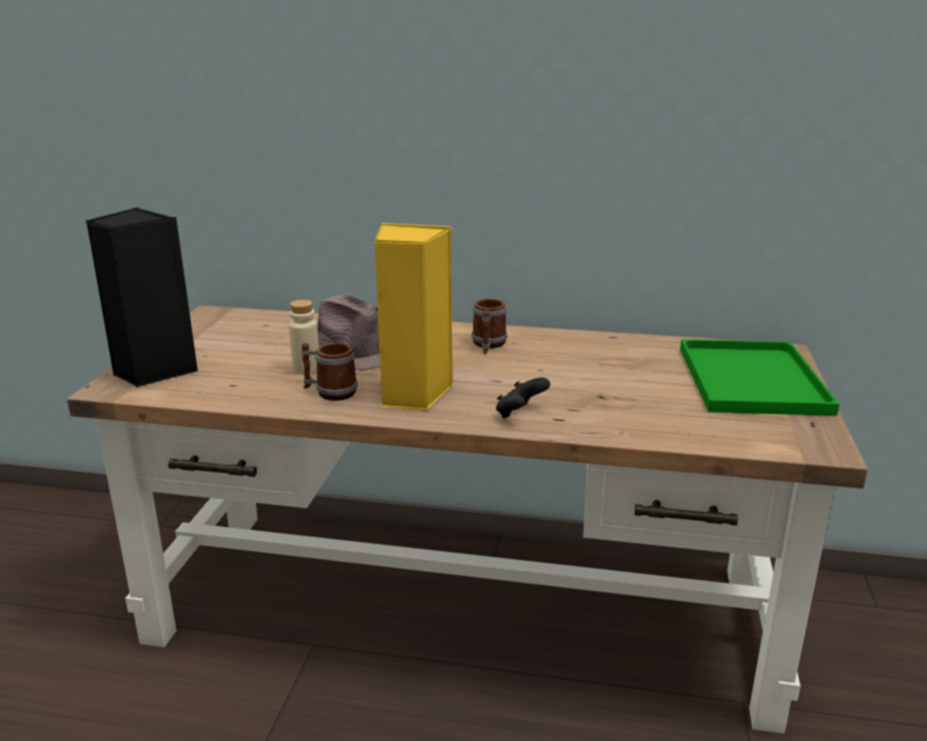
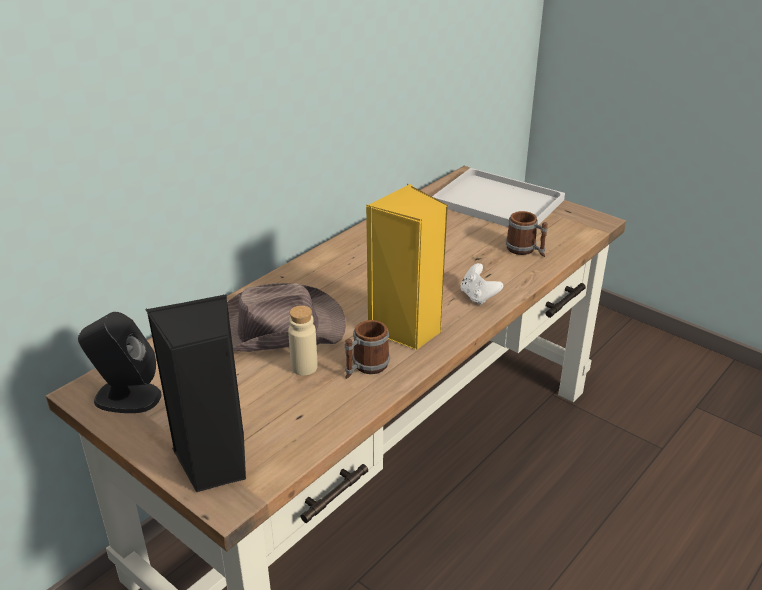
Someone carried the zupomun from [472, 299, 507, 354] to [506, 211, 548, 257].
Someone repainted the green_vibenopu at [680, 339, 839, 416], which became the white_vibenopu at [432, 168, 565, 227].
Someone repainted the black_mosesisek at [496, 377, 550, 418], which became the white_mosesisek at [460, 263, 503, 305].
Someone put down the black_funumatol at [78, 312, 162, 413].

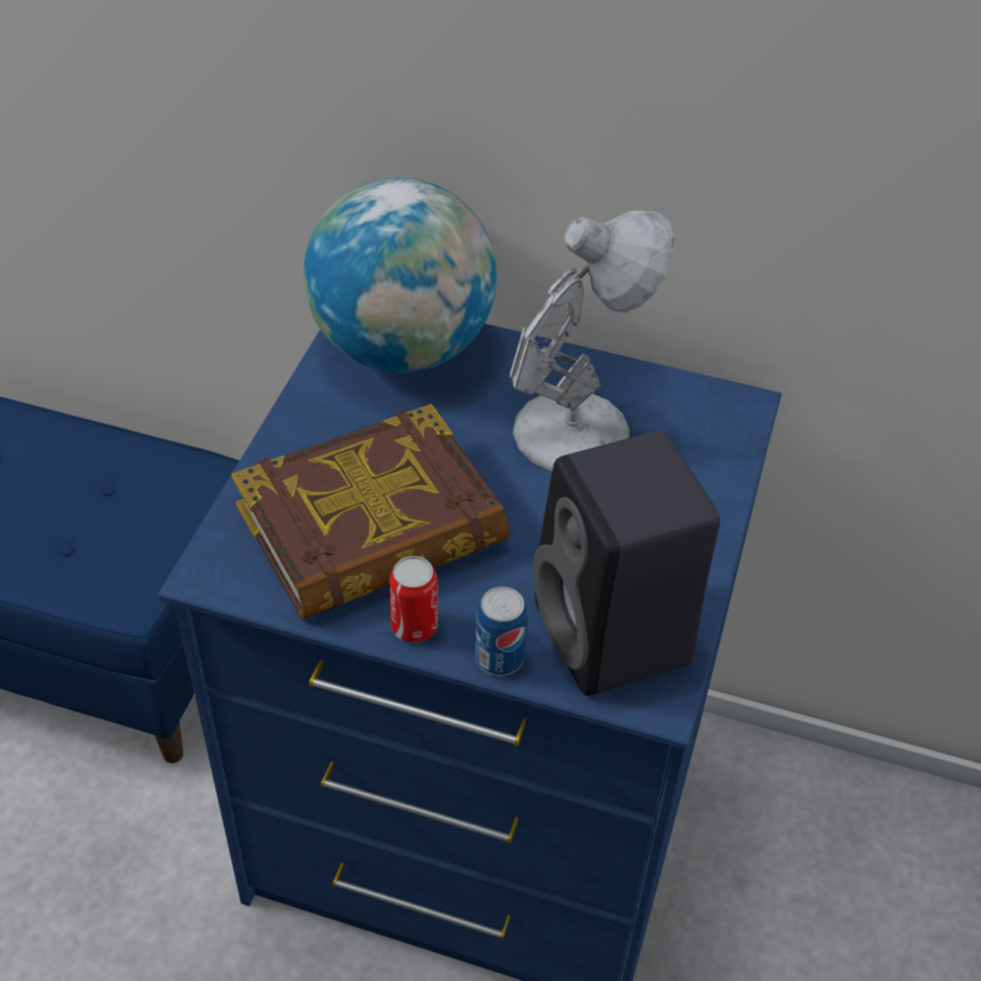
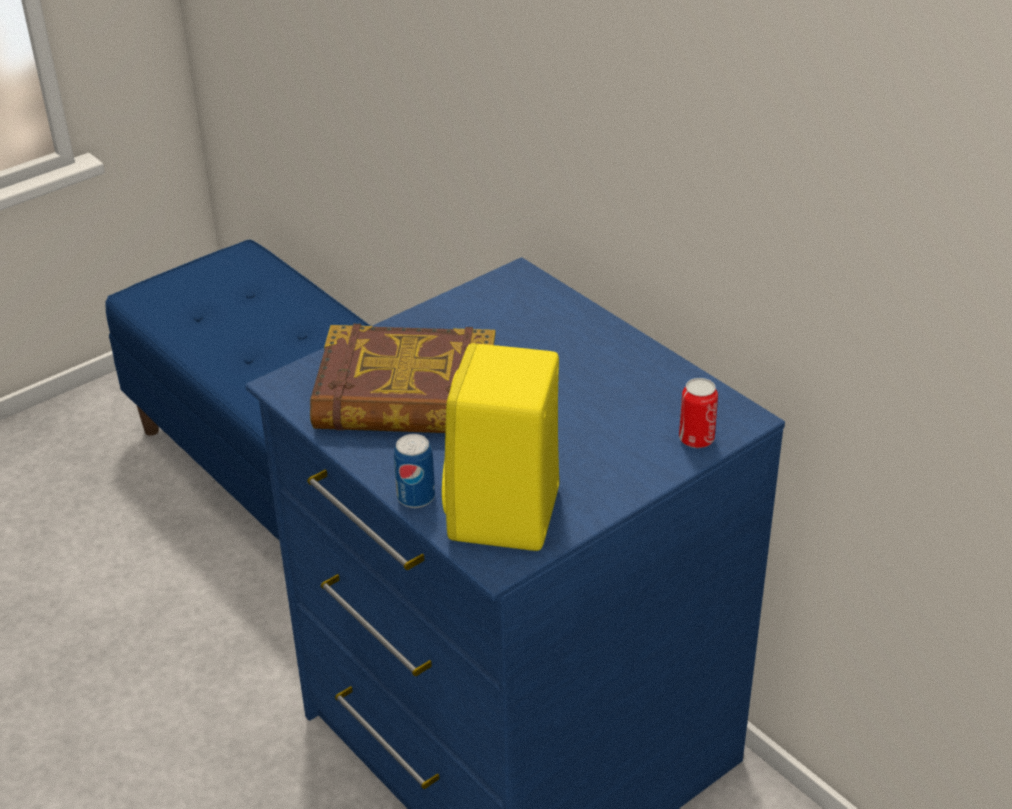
Someone took away the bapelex at [303, 177, 497, 373].
Someone took away the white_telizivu at [509, 211, 674, 471].
Someone repainted the black_funumatol at [533, 431, 720, 696], which became the yellow_funumatol at [442, 343, 559, 551].
Someone carried the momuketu from [389, 556, 438, 643] to [679, 378, 718, 448].

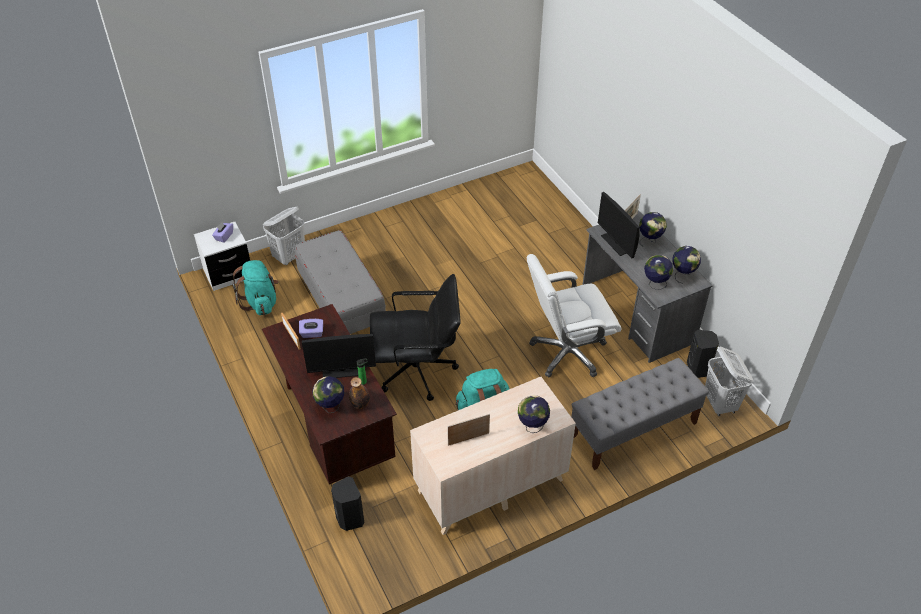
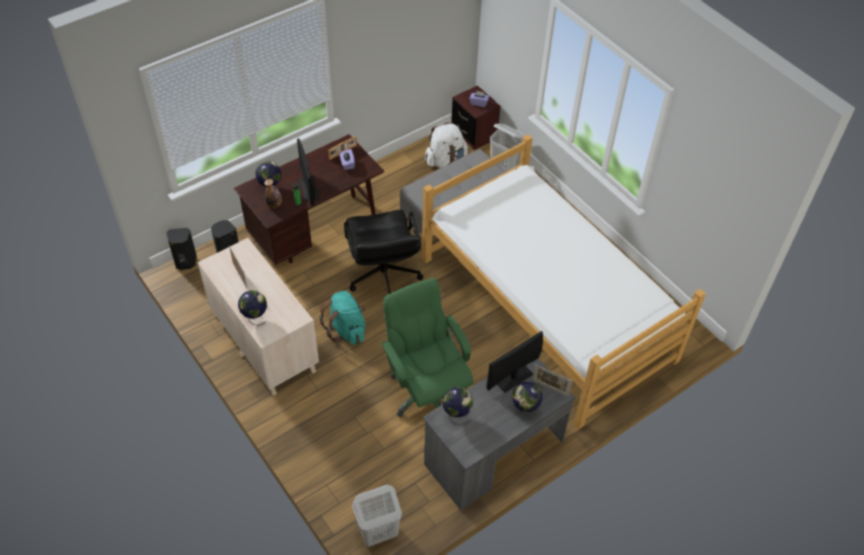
Someone repainted the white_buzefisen at [194, 222, 250, 291], which became the brown_buzefisen at [451, 85, 500, 150].
Someone took away the bapelex at [673, 246, 701, 284].
Someone repainted the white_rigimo at [527, 254, 622, 377], which became the green_rigimo at [381, 278, 473, 417].
Someone repainted the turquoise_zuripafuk at [232, 260, 278, 315], which became the white_zuripafuk at [425, 122, 468, 168].
Someone carried the black_funumatol from [687, 330, 719, 378] to [166, 228, 197, 270].
Someone took away the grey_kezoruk at [571, 358, 709, 470].
Someone put down the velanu at [422, 134, 706, 429].

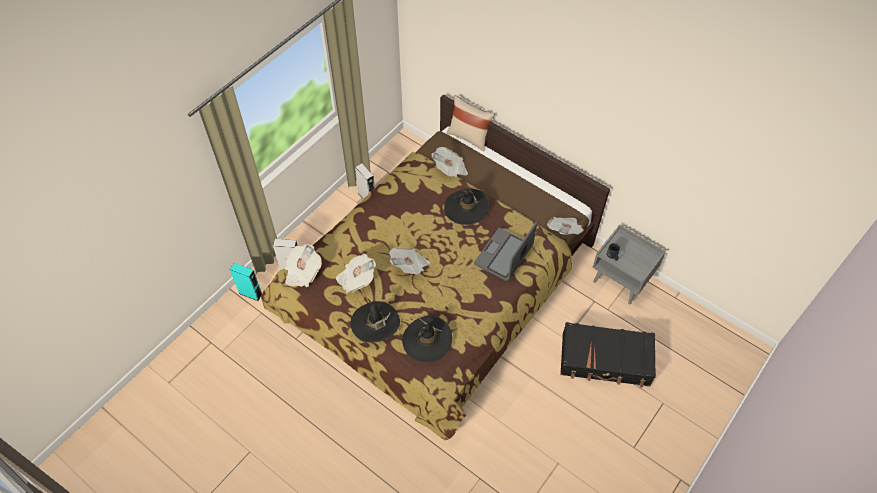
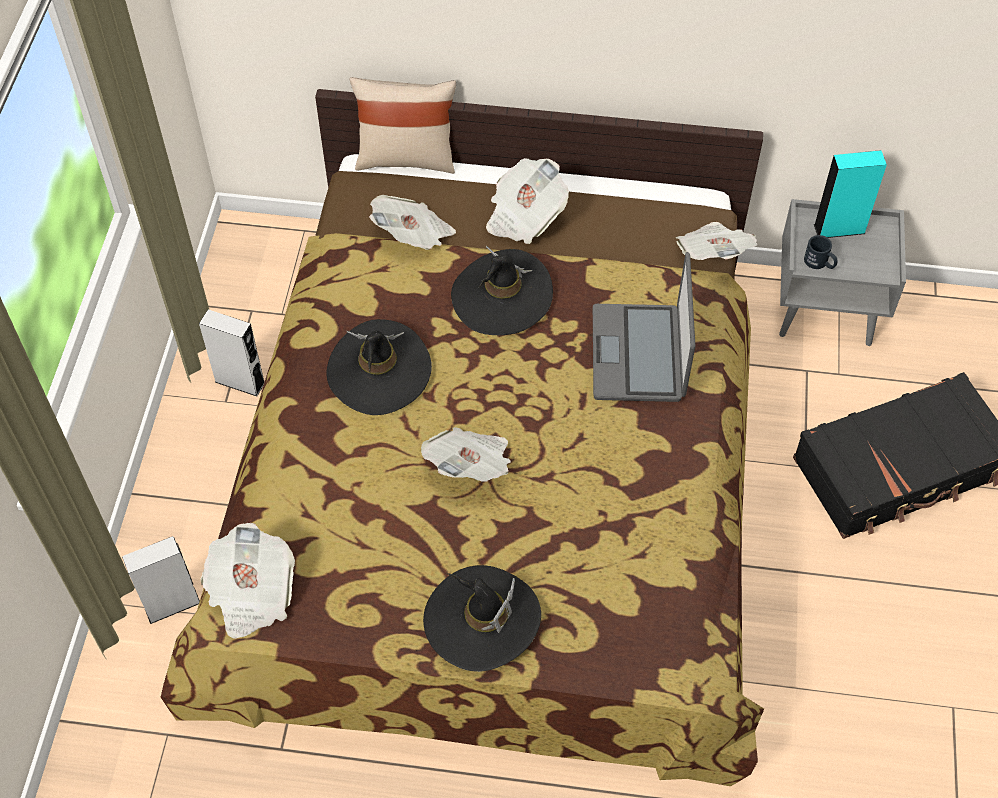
Someone carried the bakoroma from [336, 254, 376, 294] to [486, 158, 569, 244].
Someone carried the turquoise_funumatol from [230, 263, 262, 301] to [814, 150, 887, 238].
Someone carried the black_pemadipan from [402, 316, 452, 363] to [326, 319, 432, 415].

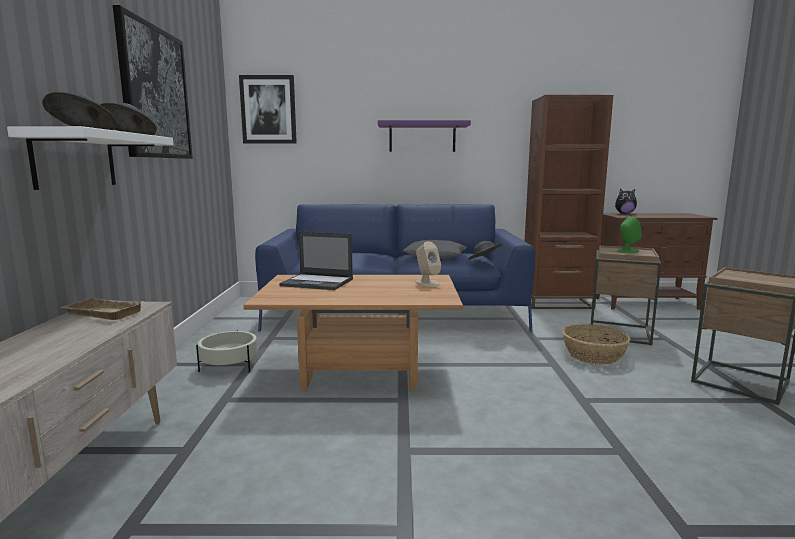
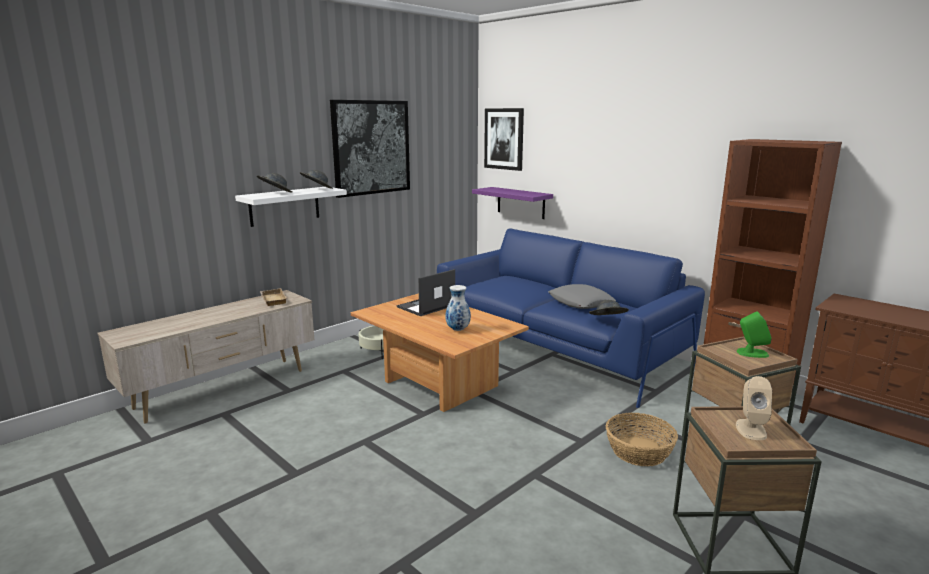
Someone carried the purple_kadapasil from [378, 120, 471, 152] to [472, 187, 553, 219].
Someone took away the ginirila at [615, 189, 637, 214].
Someone rotated the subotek at [279, 232, 353, 290] by 75 degrees clockwise.
Someone carried the beige_funumatol from [415, 241, 441, 287] to [736, 376, 772, 440].
Someone put down the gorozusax at [445, 285, 471, 331].

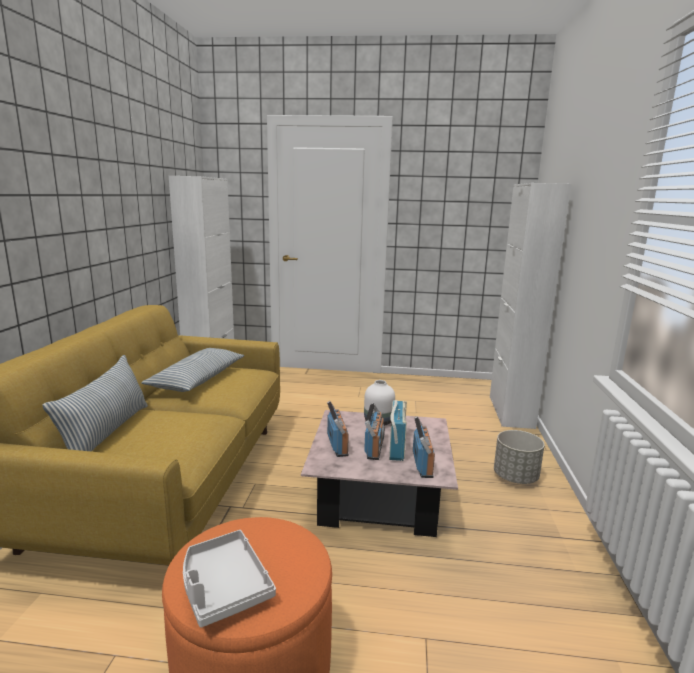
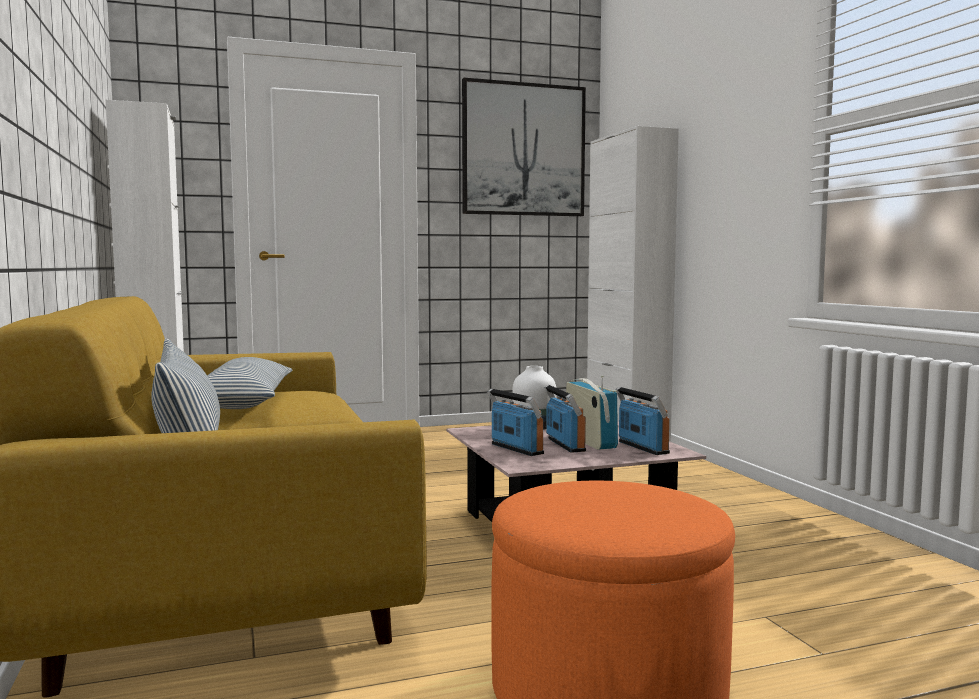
Someone took away the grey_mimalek at [494, 430, 545, 484].
Someone took away the grey_vibenopu at [183, 530, 276, 628].
Someone put up the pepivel at [462, 78, 586, 216].

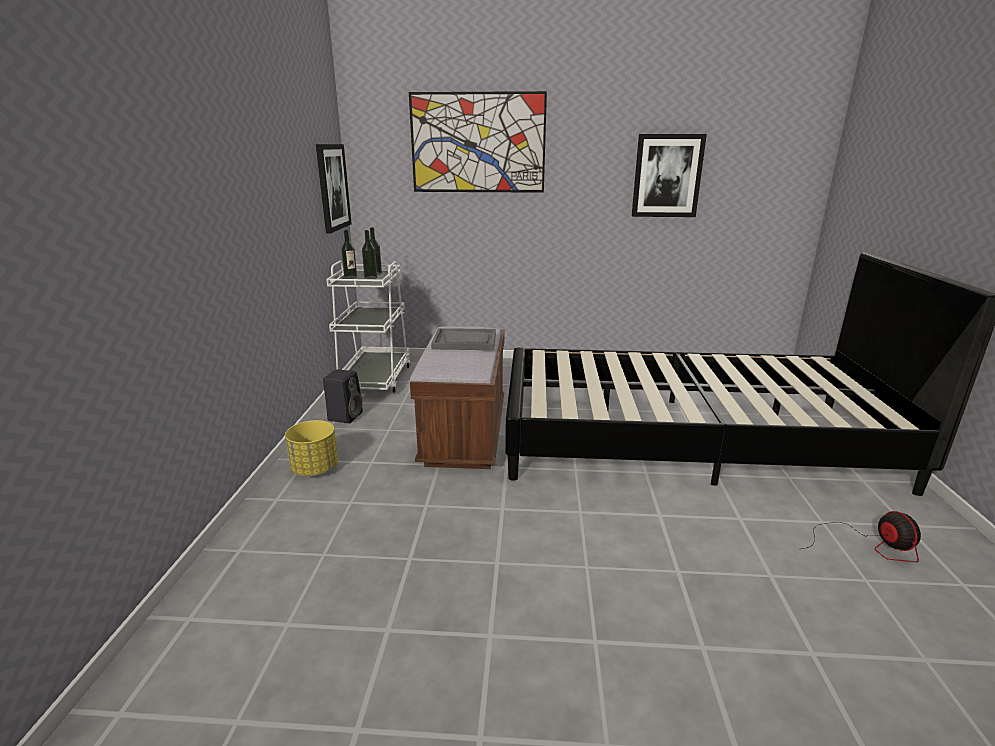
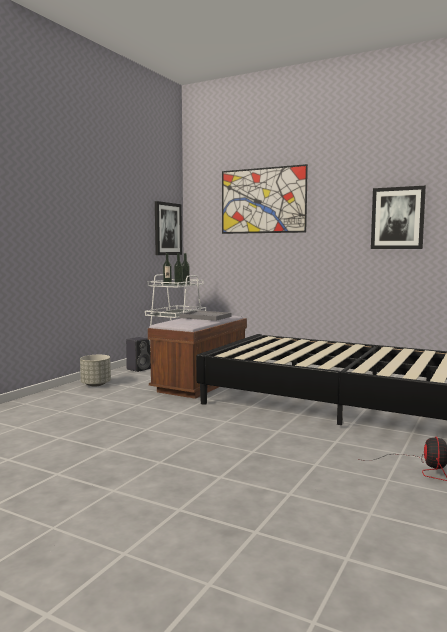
Someone repainted the yellow_mimalek at [285, 420, 338, 476], which became the grey_mimalek at [80, 355, 111, 387].

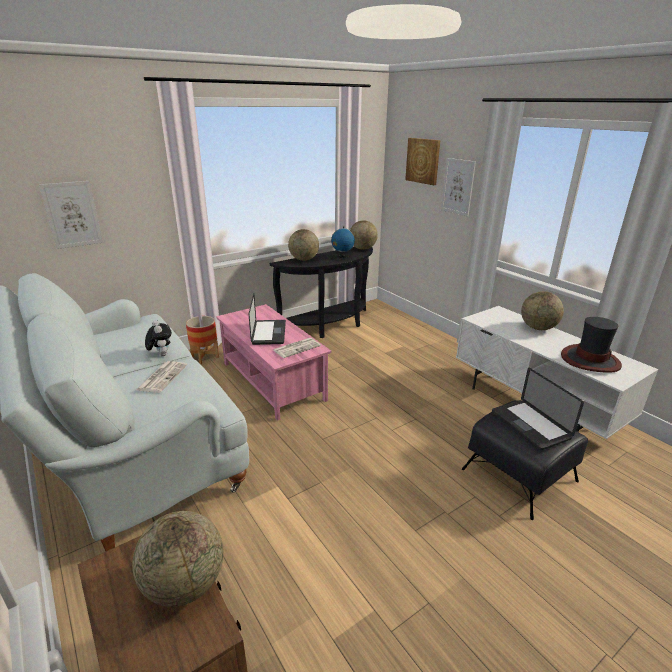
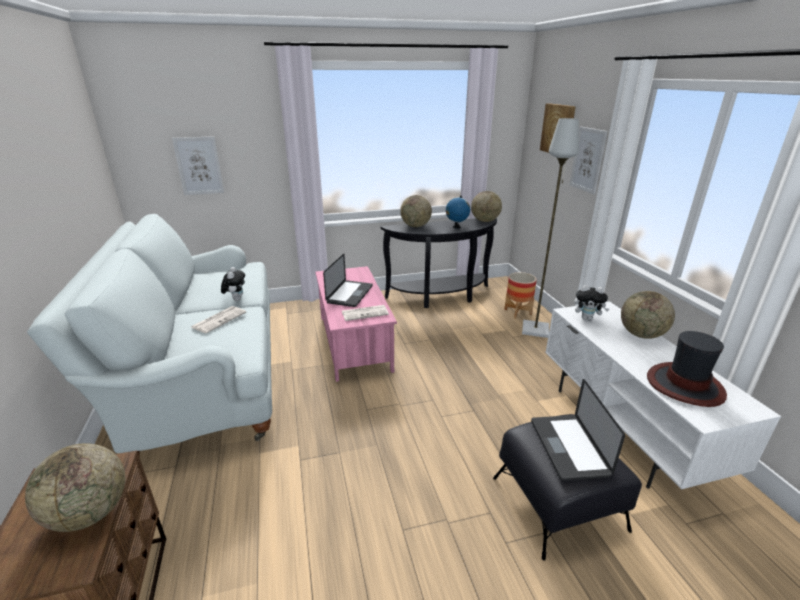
Someone carried the mimalek from [186, 316, 219, 364] to [504, 272, 537, 318].
Someone put down the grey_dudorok at [522, 118, 579, 338].
Someone put down the ginirila at [574, 285, 609, 320].

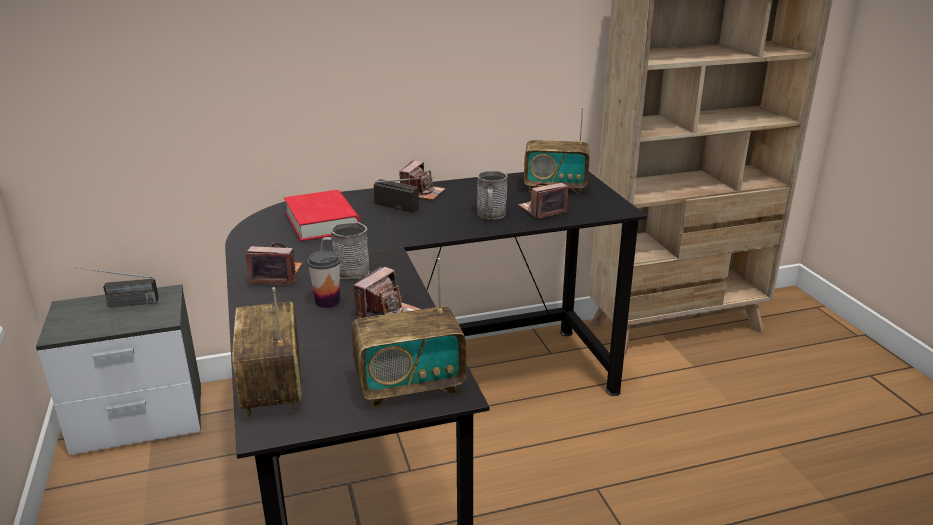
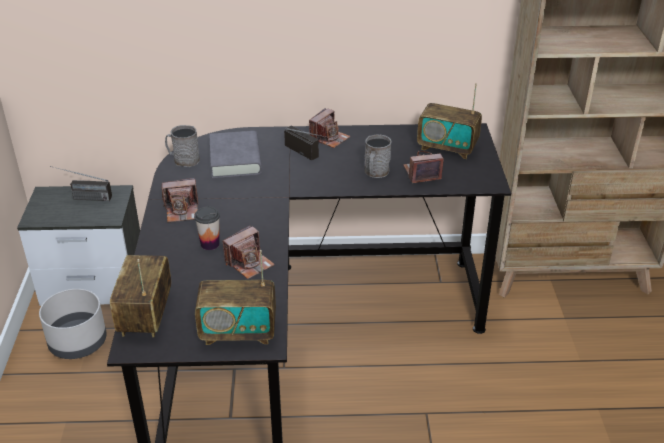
Someone repainted the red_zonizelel at [284, 190, 360, 241], which became the grey_zonizelel at [209, 131, 262, 179].
Someone carried the grey_zupomun from [321, 222, 370, 279] to [165, 125, 200, 167].
Someone rotated the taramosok at [246, 243, 302, 284] by 150 degrees clockwise.
Someone put down the grey_mimalek at [39, 289, 107, 359].

